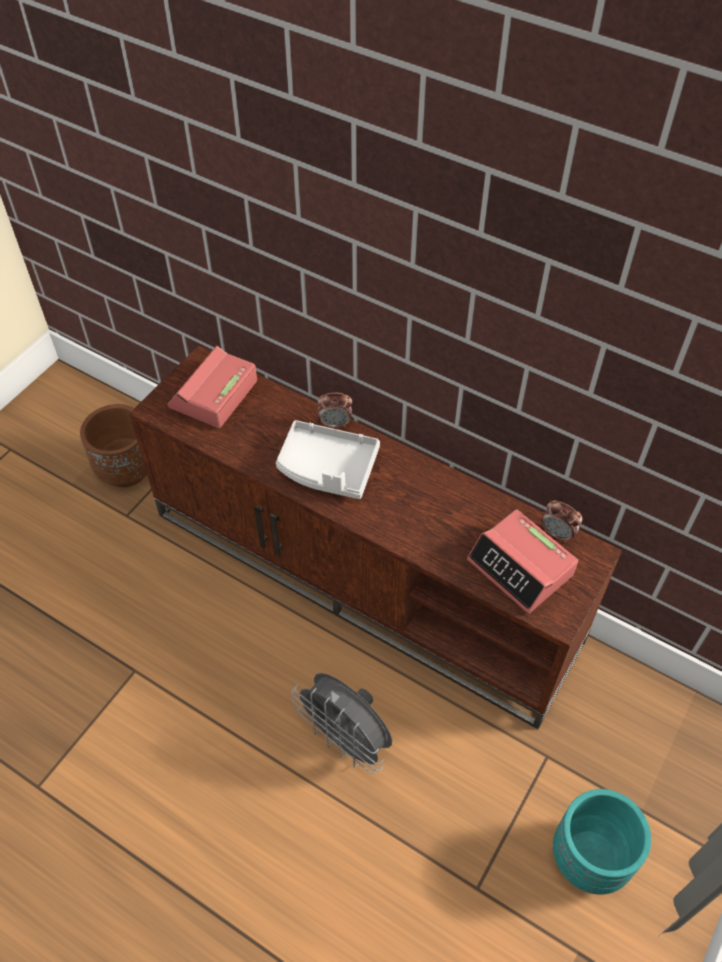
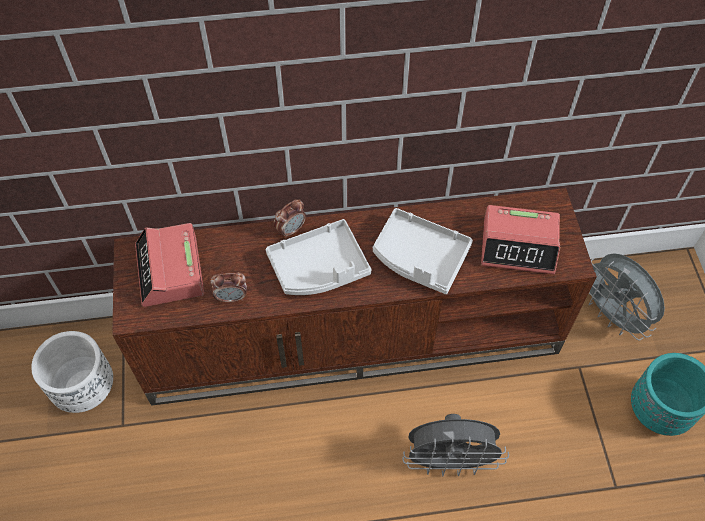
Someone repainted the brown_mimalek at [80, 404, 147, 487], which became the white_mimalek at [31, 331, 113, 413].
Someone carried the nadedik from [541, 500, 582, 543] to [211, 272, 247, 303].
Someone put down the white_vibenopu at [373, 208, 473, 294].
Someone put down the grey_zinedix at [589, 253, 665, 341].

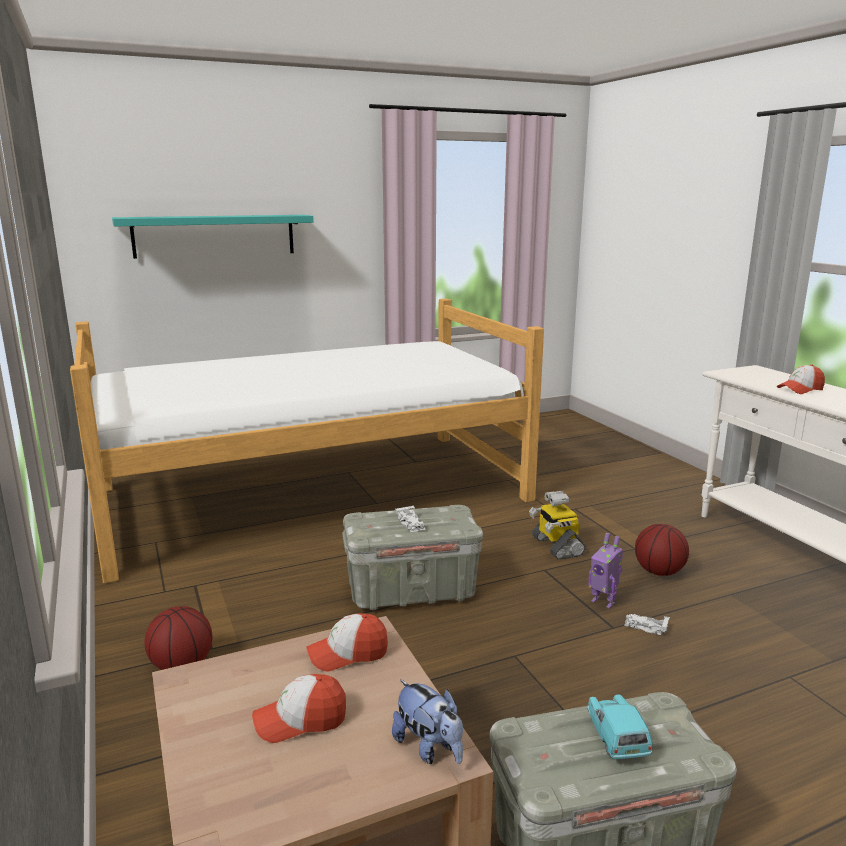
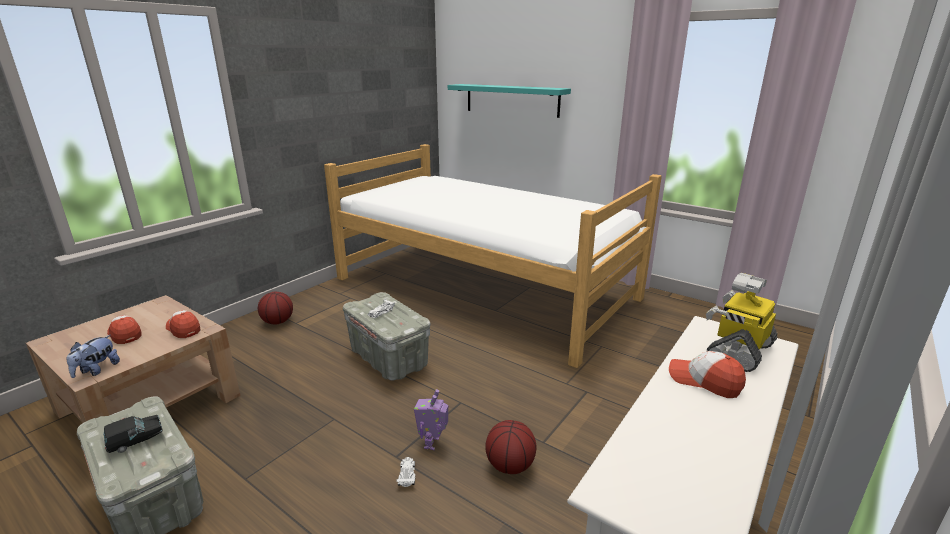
Someone carried the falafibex from [529, 491, 586, 560] to [706, 273, 777, 372].
Someone repainted the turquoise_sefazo at [587, 695, 653, 759], which became the black_sefazo at [103, 415, 163, 453].

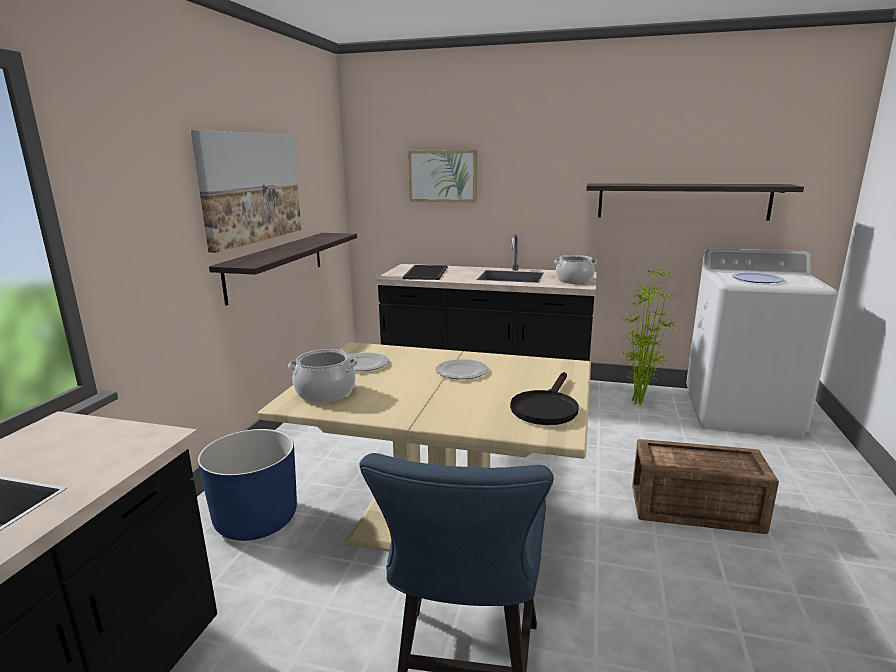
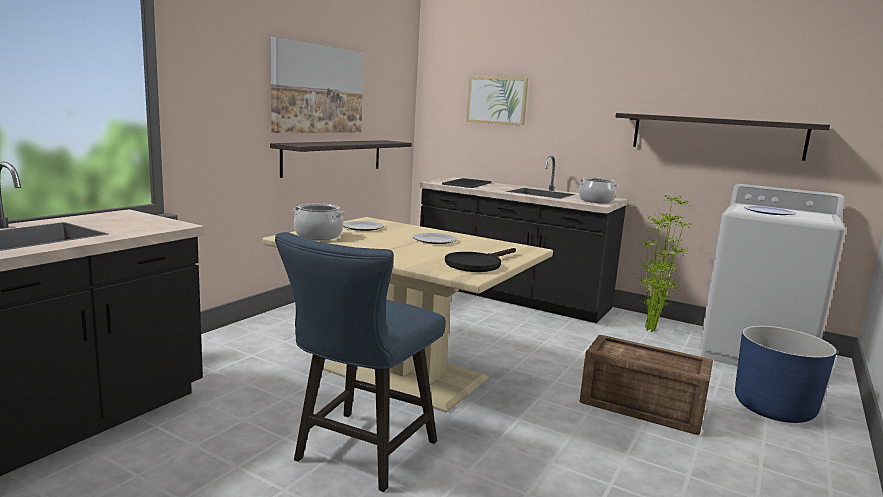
Someone carried the blue_mimalek from [198, 429, 297, 541] to [735, 326, 837, 423].

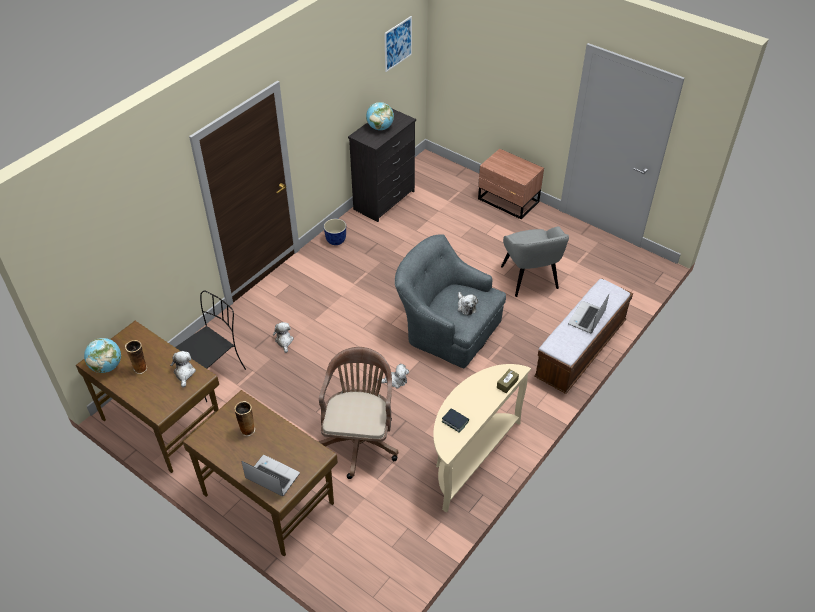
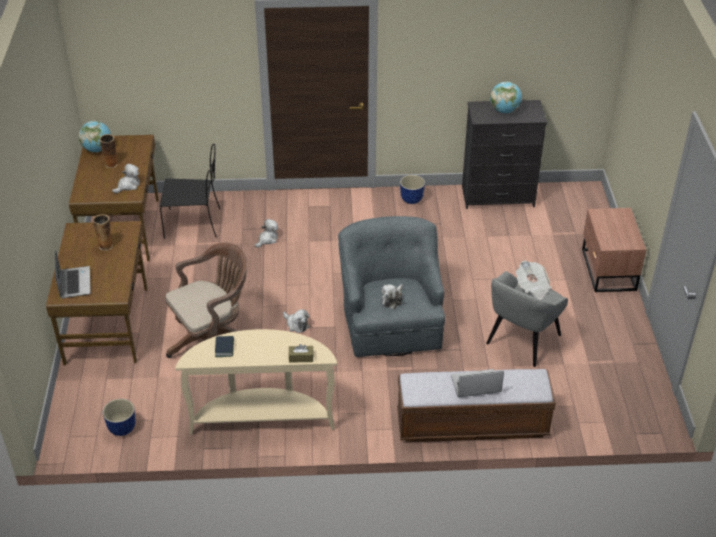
Someone took away the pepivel at [384, 16, 412, 72].
Someone put down the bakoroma at [516, 260, 552, 300].
Someone put down the mimalek at [103, 399, 136, 436].

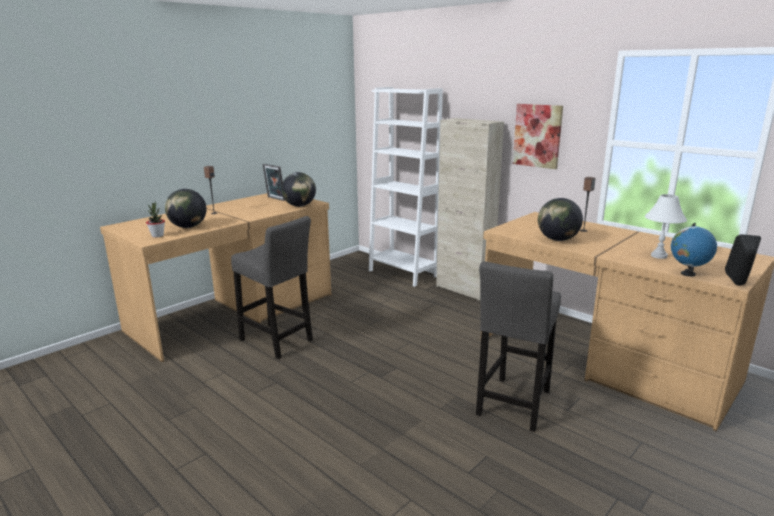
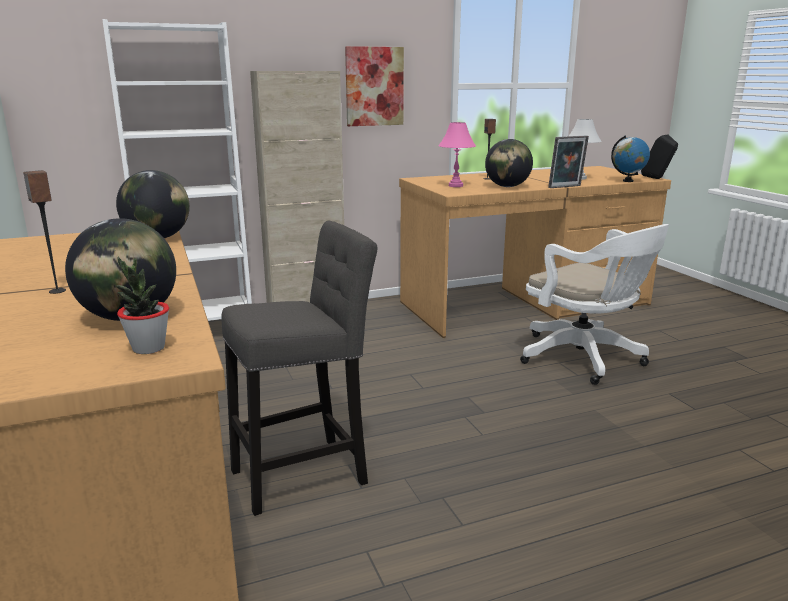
Someone carried the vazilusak from [262, 164, 285, 201] to [548, 136, 589, 188].
Someone swapped the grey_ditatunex at [476, 261, 561, 432] for the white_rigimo at [520, 224, 669, 385].
Someone put down the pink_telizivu at [438, 122, 476, 187].

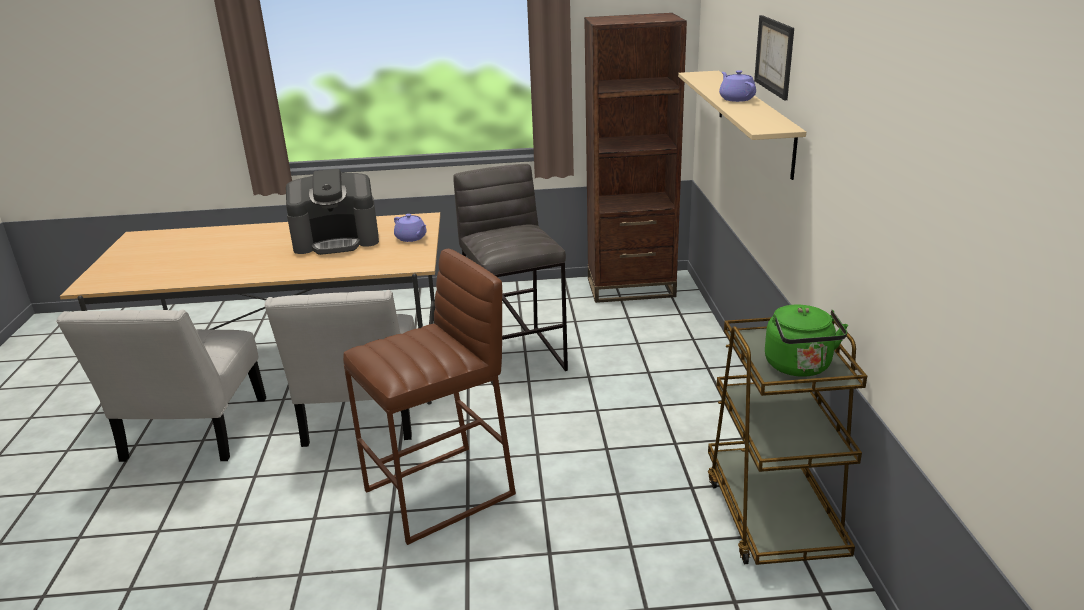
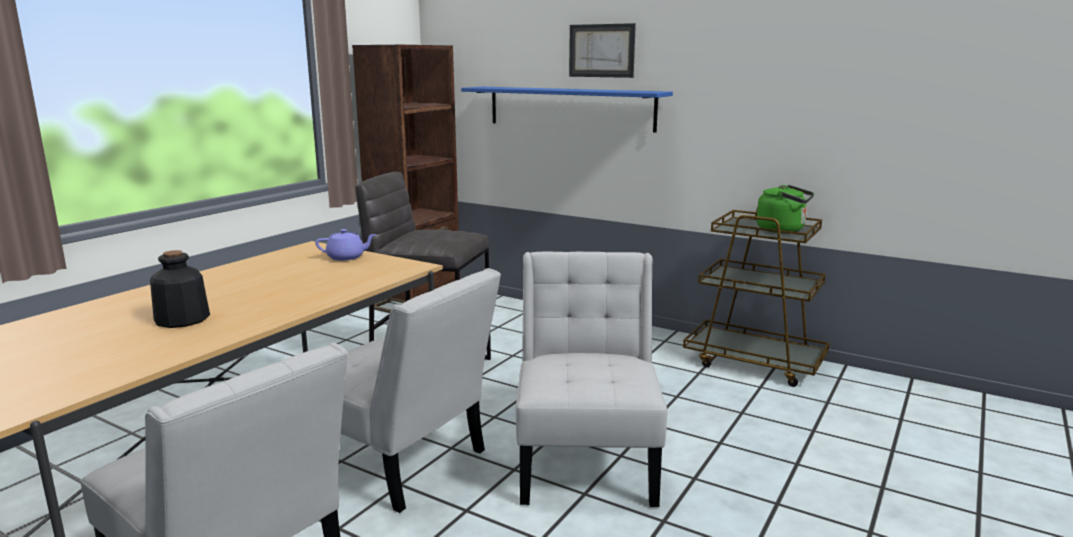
Someone took away the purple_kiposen at [719, 70, 756, 102].
Someone repainted the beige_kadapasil at [678, 71, 806, 180], which became the blue_kadapasil at [461, 87, 673, 133].
Someone took away the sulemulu at [286, 169, 379, 255].
Someone swapped the brown_ditatunex at [343, 249, 516, 545] for the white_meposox at [516, 252, 667, 507].
Someone put down the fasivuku at [150, 250, 210, 328].

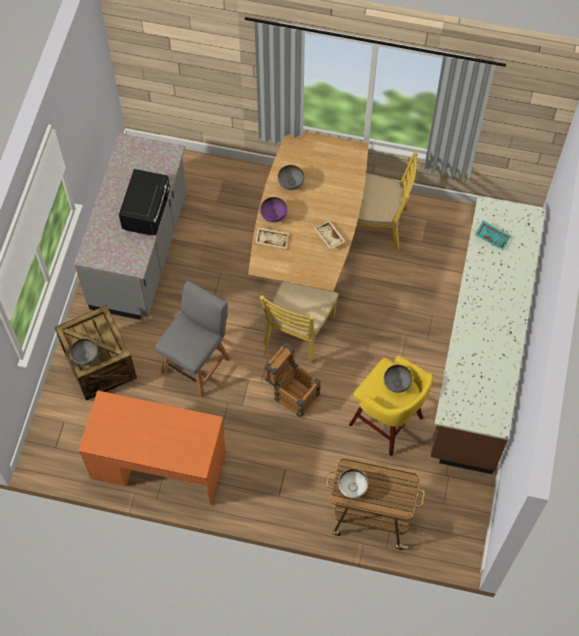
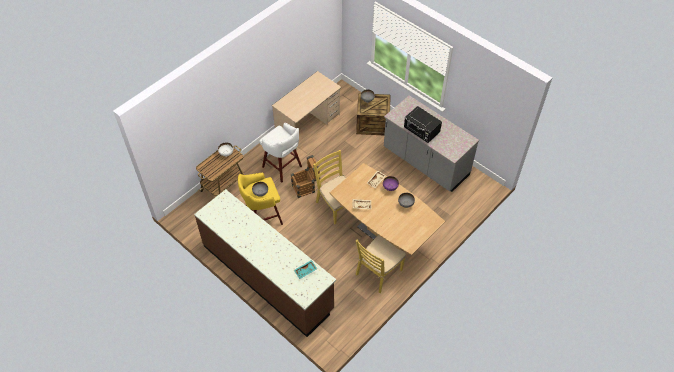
Someone took away the grey_meposox at [155, 280, 230, 397].
Someone repainted the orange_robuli at [78, 390, 226, 505], which became the beige_robuli at [272, 71, 341, 150].
Someone put down the white_ditatunex at [259, 123, 302, 183].

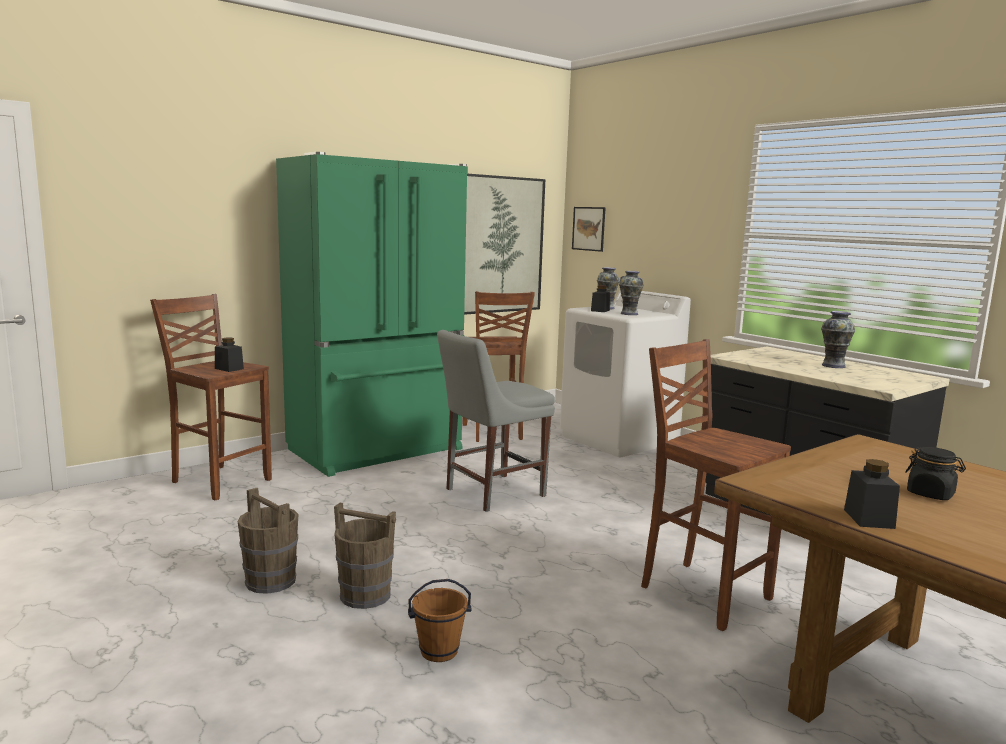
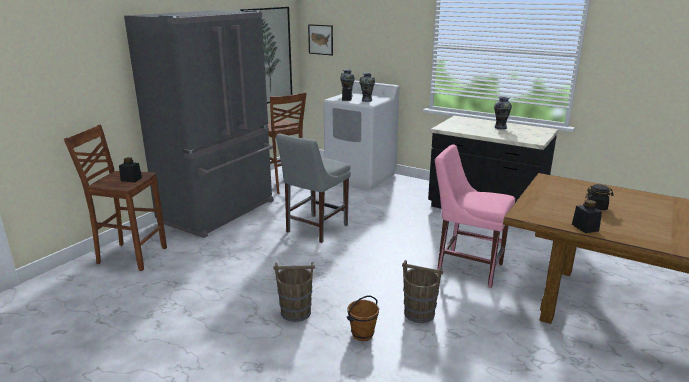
Someone repainted the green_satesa at [276, 152, 468, 477], which became the grey_satesa at [124, 10, 274, 238].
Someone swapped the brown_ditatunex at [641, 339, 791, 631] for the pink_meposox at [435, 145, 515, 288].
Someone carried the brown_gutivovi from [238, 488, 298, 594] to [402, 260, 443, 323].

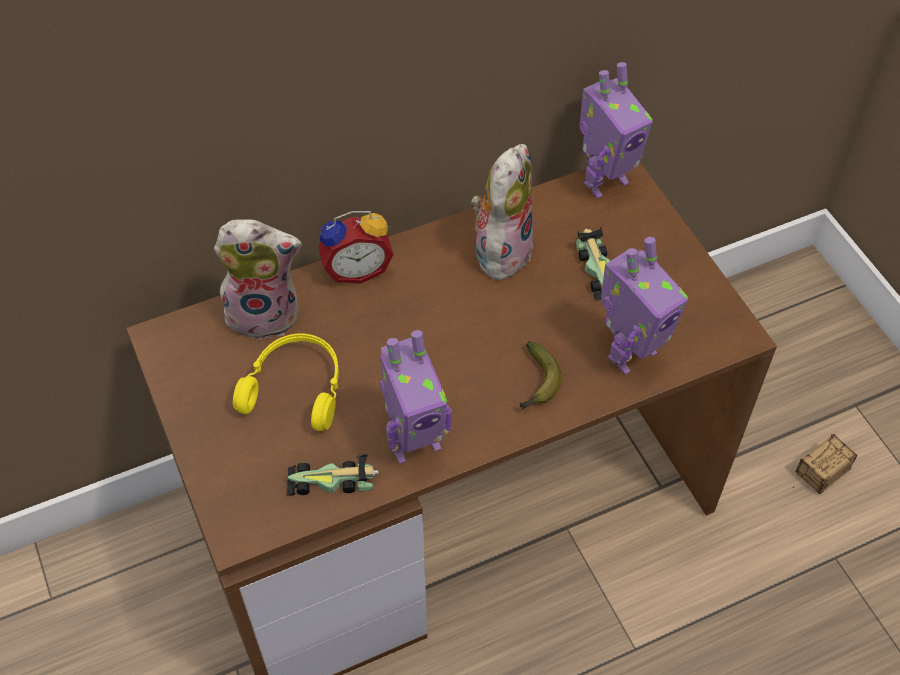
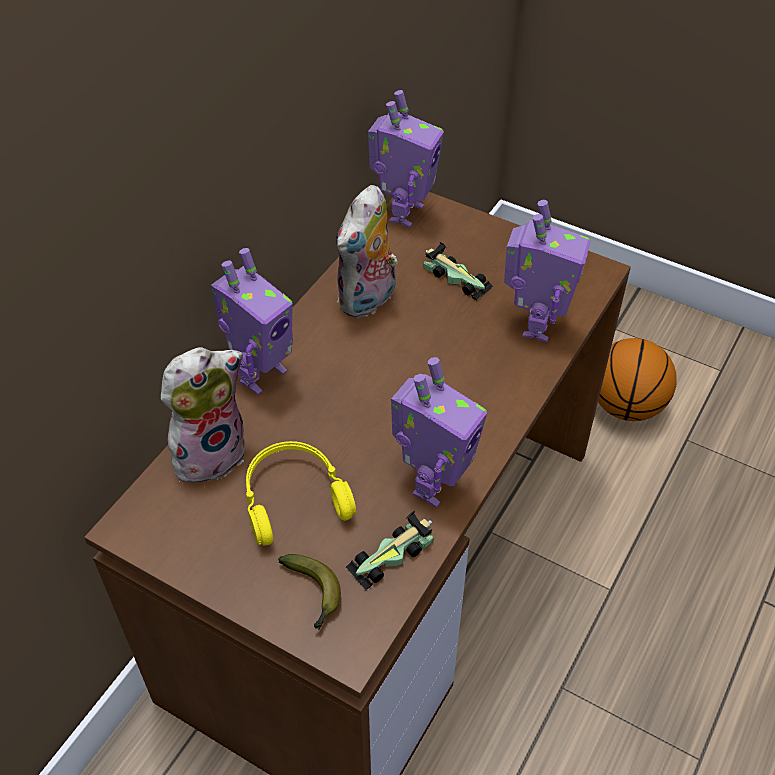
Someone rotated the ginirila at [471, 144, 533, 285] by 135 degrees counterclockwise.
Someone swapped the nadedik at [318, 211, 394, 284] for the falafibex at [211, 248, 293, 395].
Someone carried the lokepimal from [520, 342, 562, 409] to [278, 554, 341, 630].
Someone swapped the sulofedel at [793, 435, 858, 494] for the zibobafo at [598, 338, 677, 421].

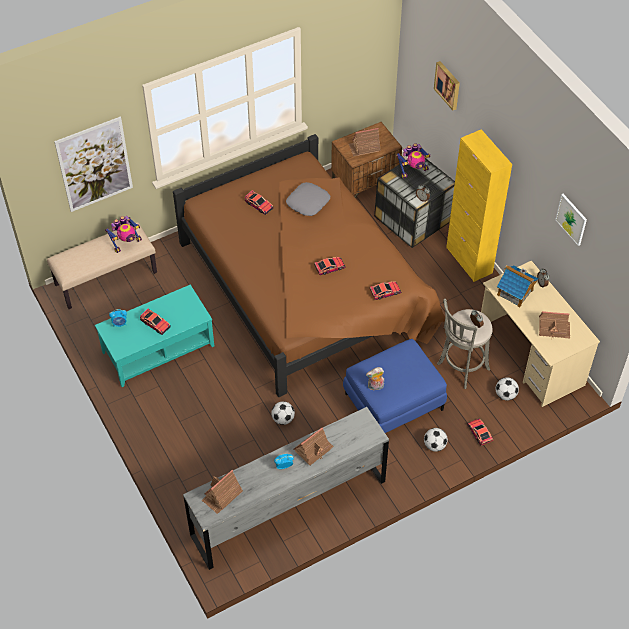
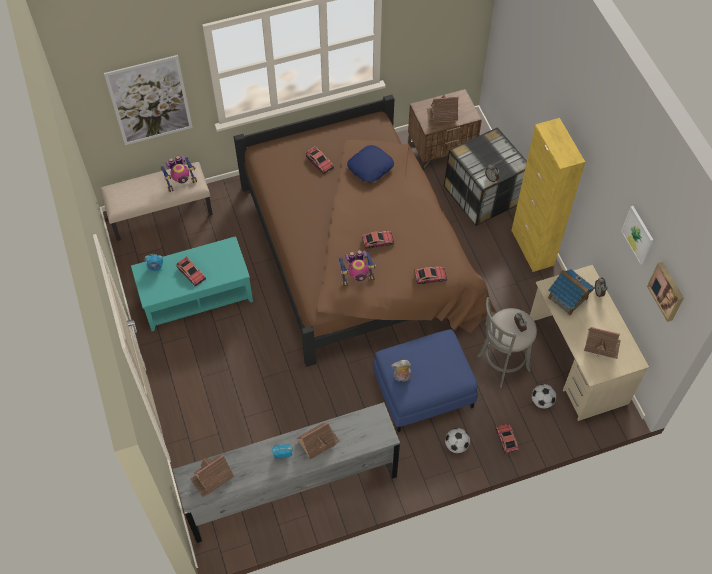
Someone carried the pepivel from [434, 61, 460, 111] to [647, 262, 684, 322].
Someone carried the falafibex from [396, 143, 430, 178] to [338, 250, 376, 286].
Someone repainted the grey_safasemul at [286, 182, 330, 216], which became the blue_safasemul at [347, 145, 394, 182].
Someone took away the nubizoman at [271, 401, 295, 425].

